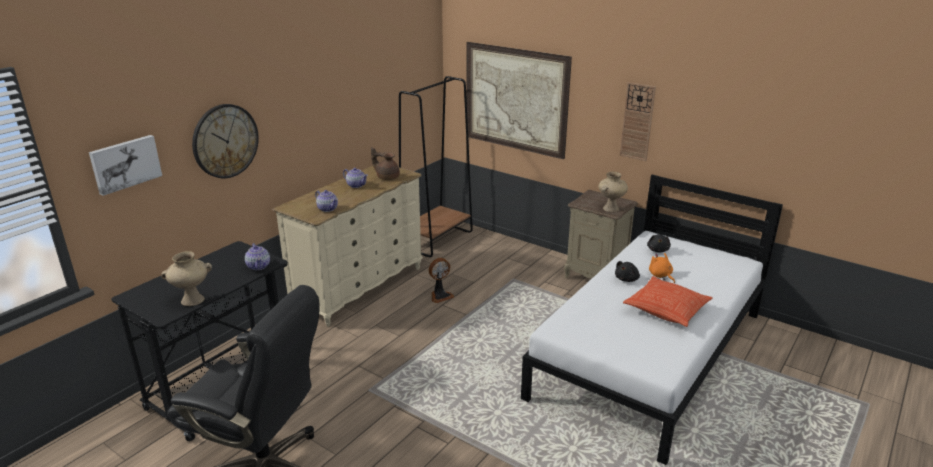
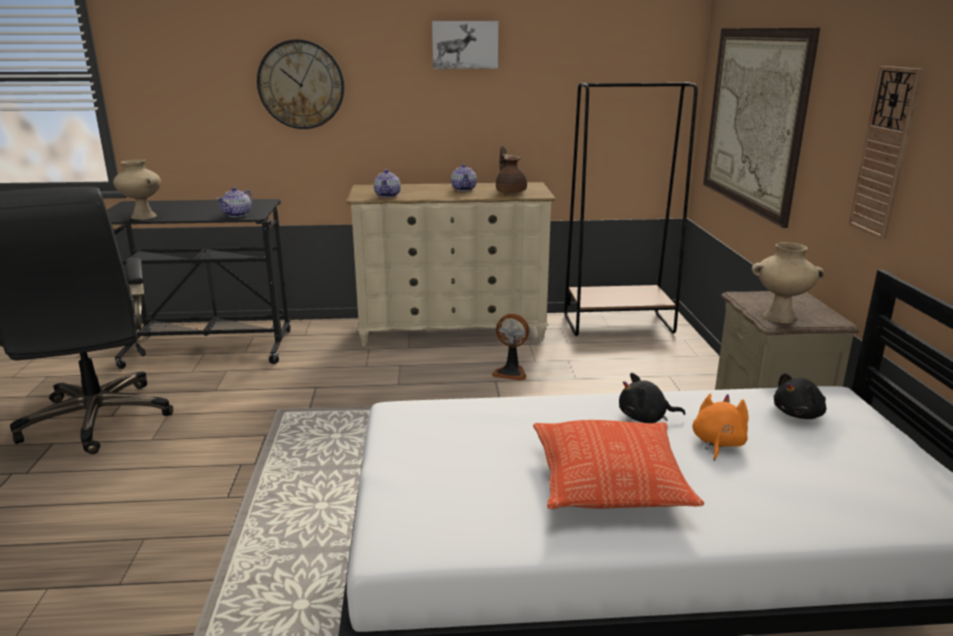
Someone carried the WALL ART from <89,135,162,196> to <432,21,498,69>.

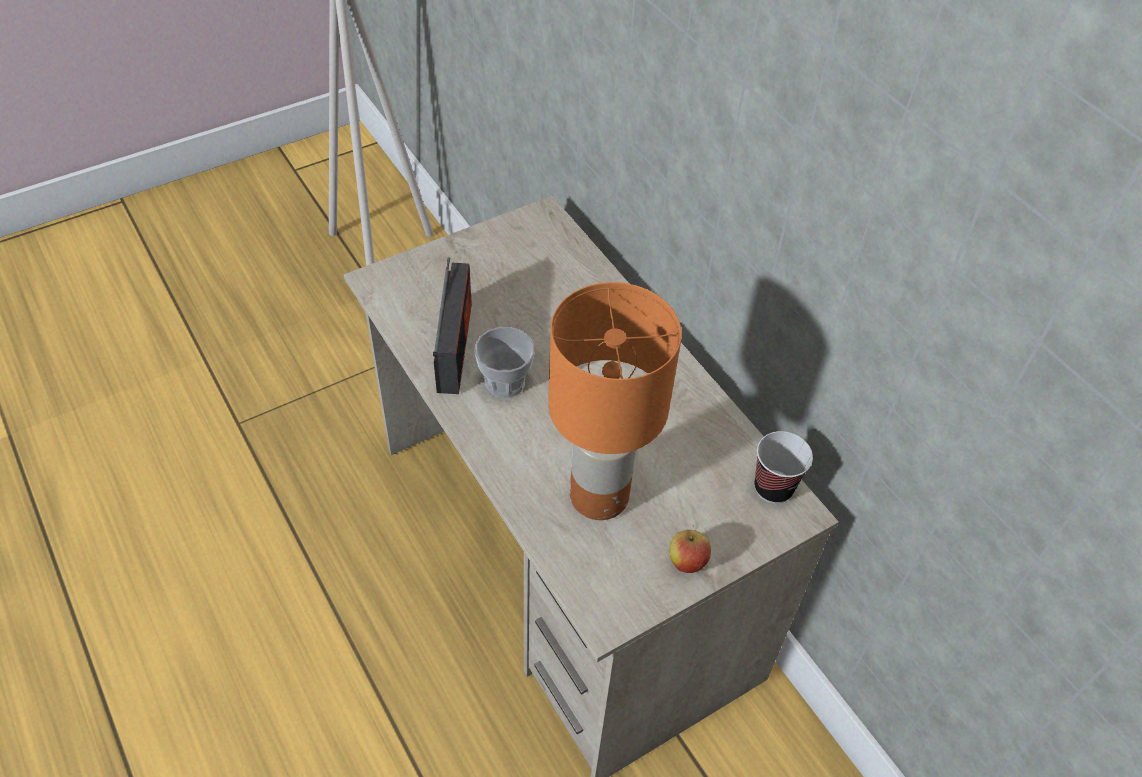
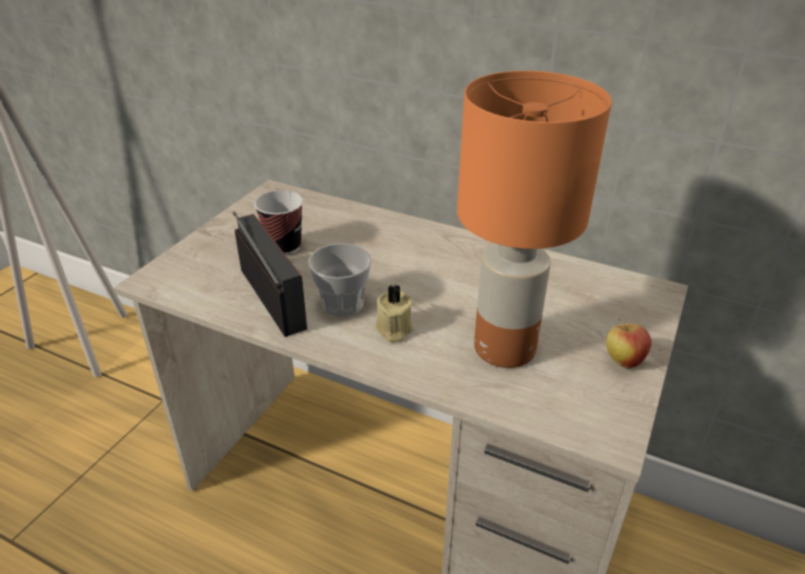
Someone carried the DRINKING CUP from <754,431,813,504> to <254,190,303,255>.
Someone put down the BEIGE-COLOURED CANDLE at <375,285,414,342>.

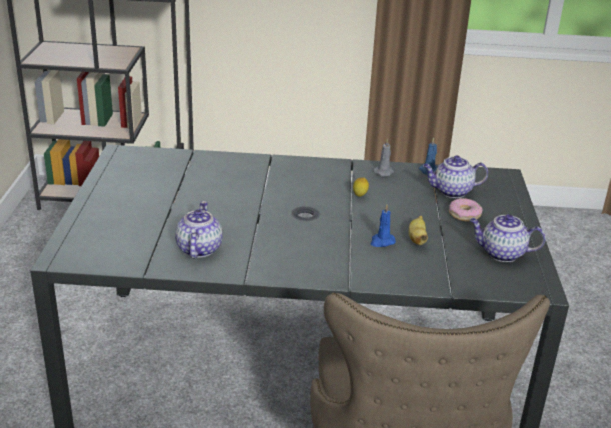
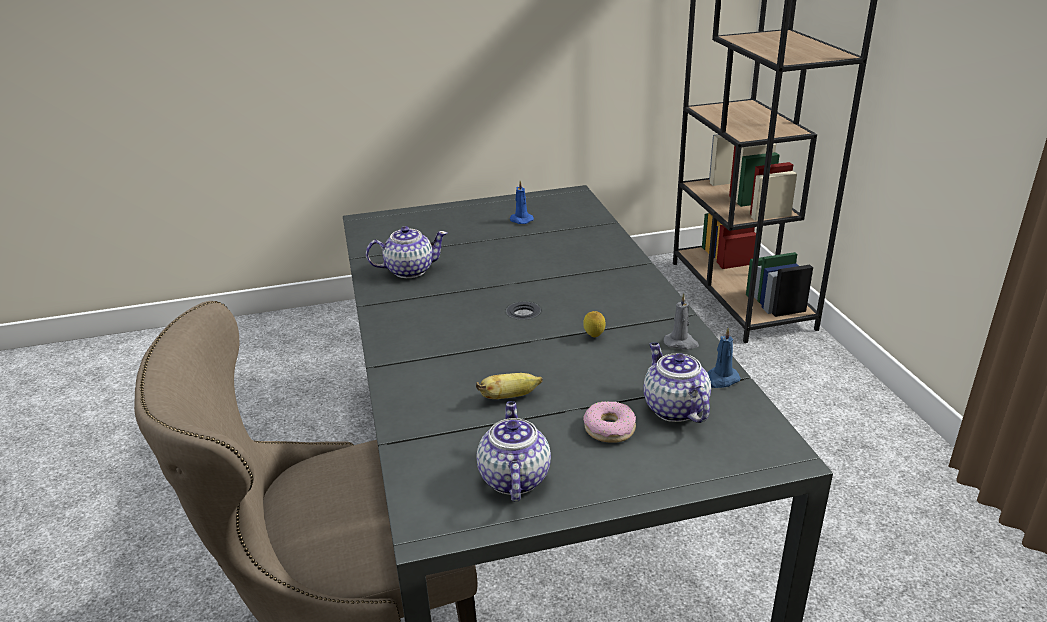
Someone carried the BLUE-COLOURED CANDLE from <371,204,396,247> to <510,180,534,224>.

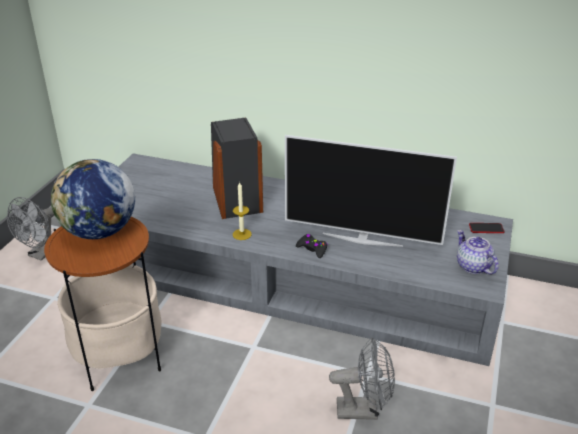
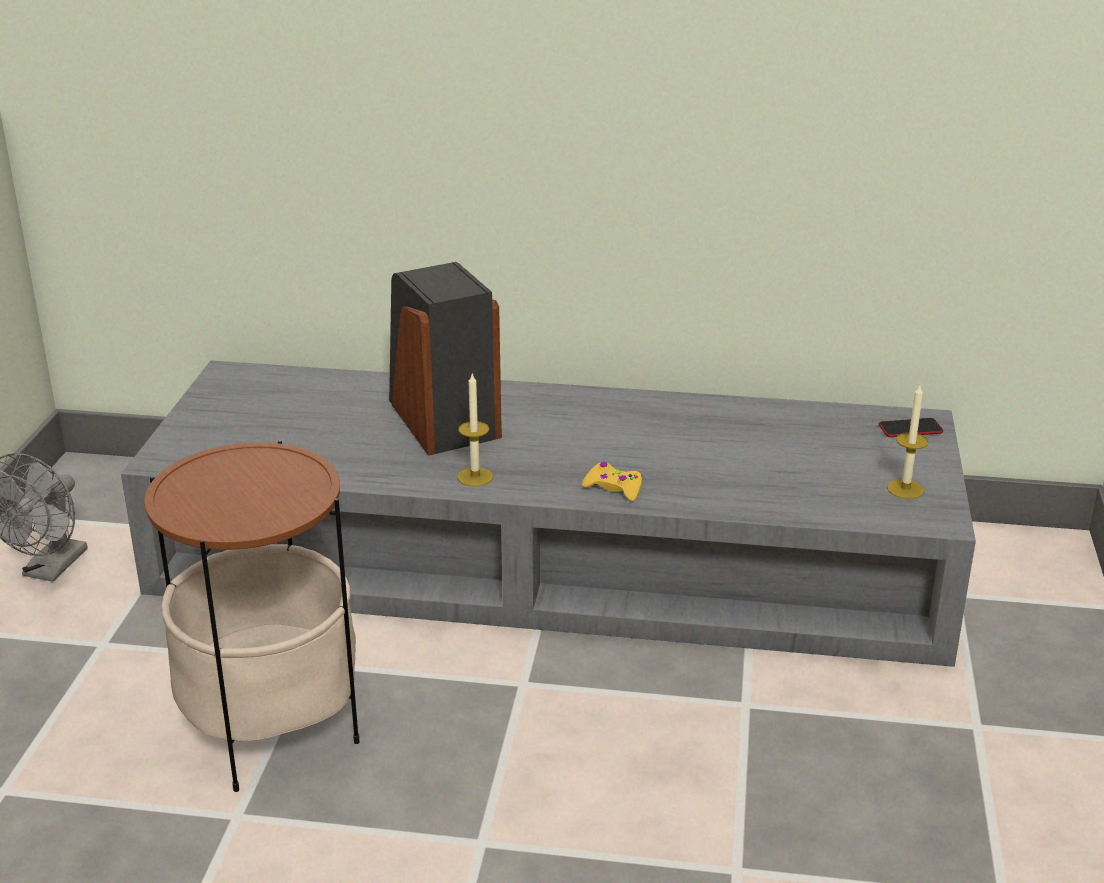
Someone took away the GLOBE at <51,159,135,239>.
Someone took away the TELEVISION at <285,135,457,247>.
Someone repainted the BLACK JOYPAD at <296,234,328,258>, which became the YELLOW JOYPAD at <582,462,643,502>.
Someone took away the GREY ELECTRIC FAN at <329,337,395,420>.
Someone swapped the TEAPOT at <457,230,499,275> for the CANDLE at <887,385,928,499>.

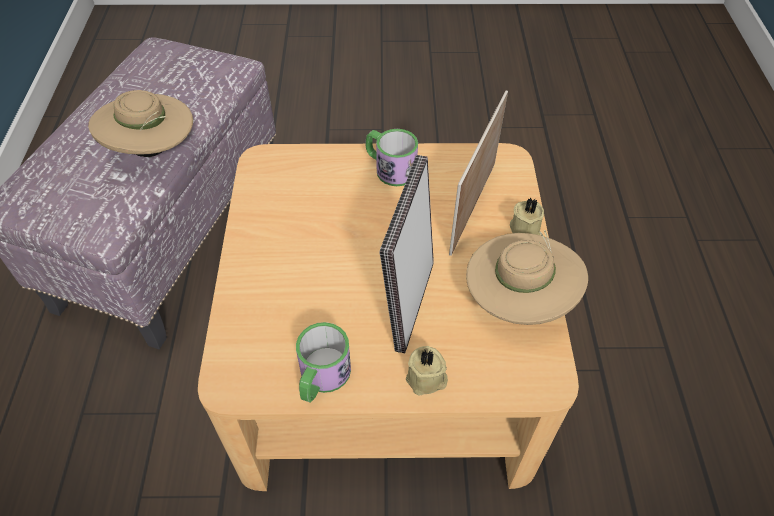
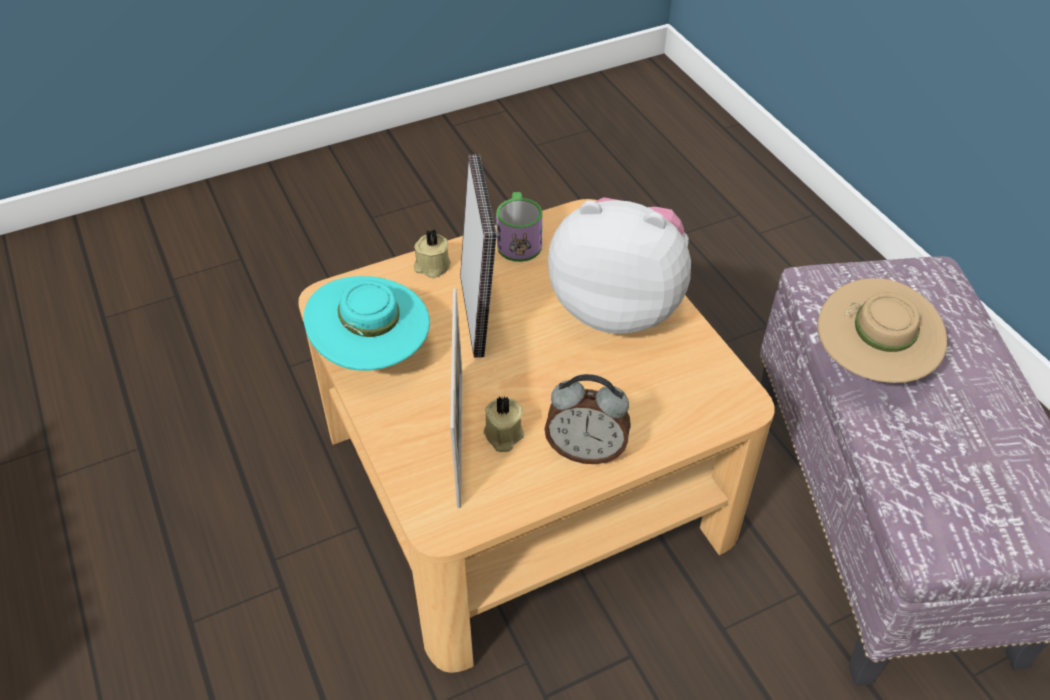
Someone swapped the TEA MUG at <366,129,418,186> for the TABLE CLOCK at <544,374,631,464>.
Someone repainted the BEIGE-COLOURED WEARABLE HAT at <466,230,588,325>, which became the BLUE-GREEN WEARABLE HAT at <304,276,430,371>.
Someone carried the BEIGE-COLOURED CANDLE from <510,197,544,235> to <483,396,524,452>.
Someone put down the PLUSH TOY at <548,197,691,334>.

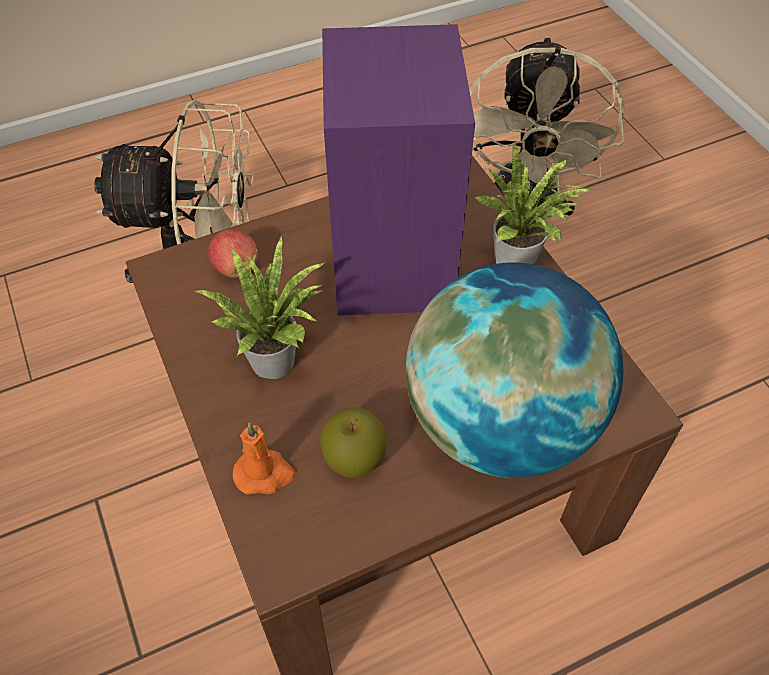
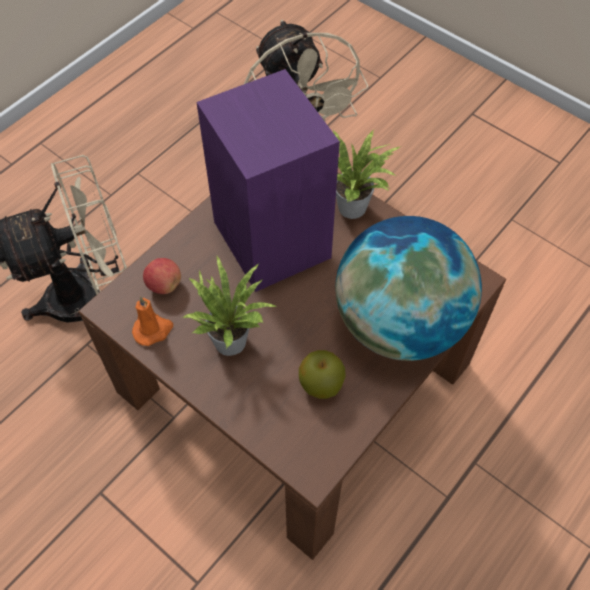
Someone carried the ORANGE CANDLE from <233,423,296,495> to <132,296,173,346>.

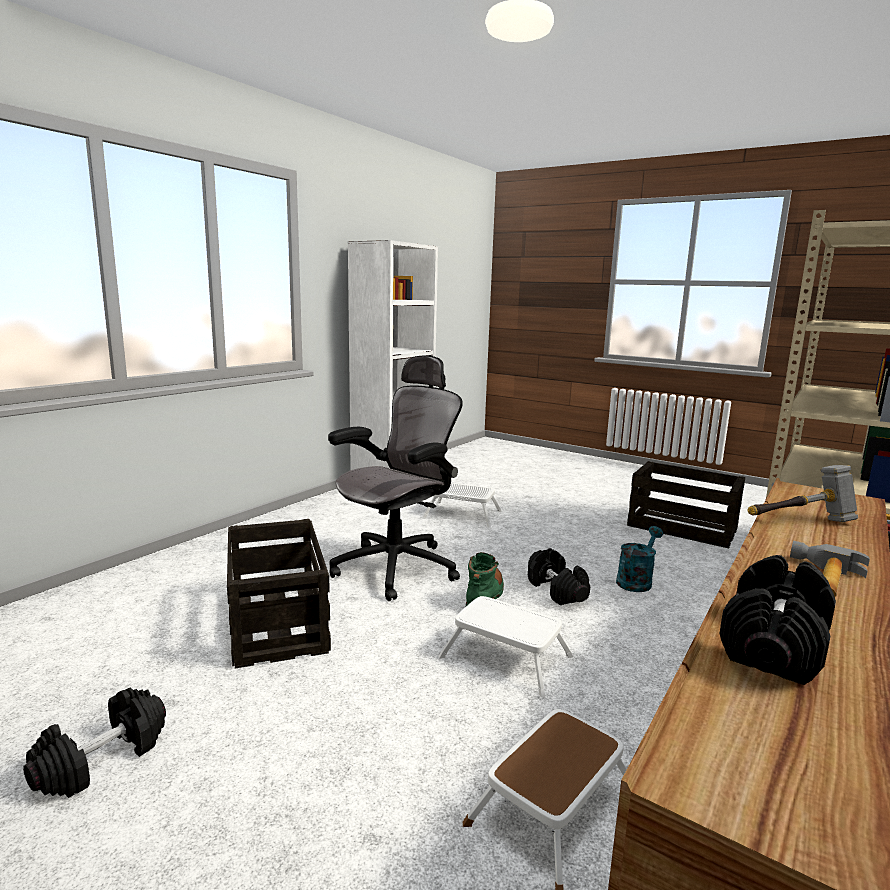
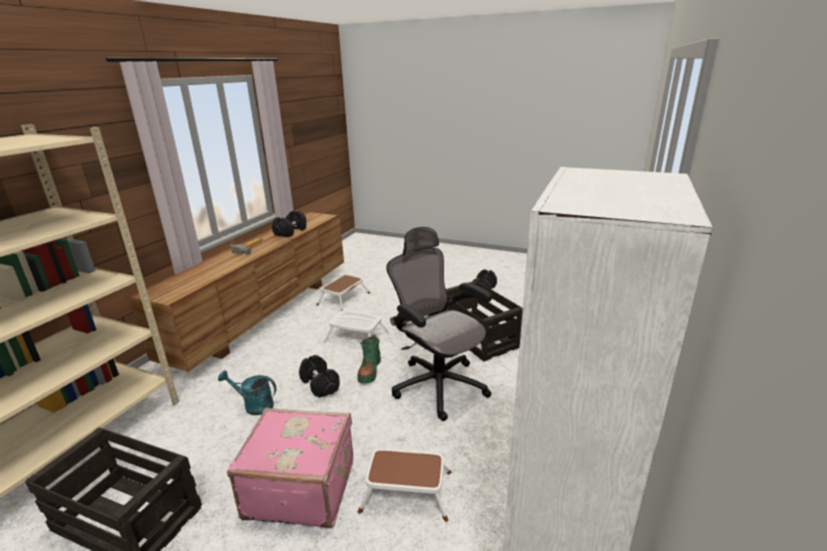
Someone rotated the DESK CHAIR at <328,355,463,601> by 120 degrees clockwise.
Someone repainted the WHITISH STEPLADDER at <422,483,502,527>, which became the BROWNISH STEPLADDER at <358,449,452,522>.
Someone rotated the BLUE-GREEN WATERING CAN at <616,526,663,592> by 75 degrees clockwise.
Someone took away the HAND HAMMER at <748,465,858,522>.
Someone put down the PINK-COLOURED SUITCASE at <227,408,353,528>.

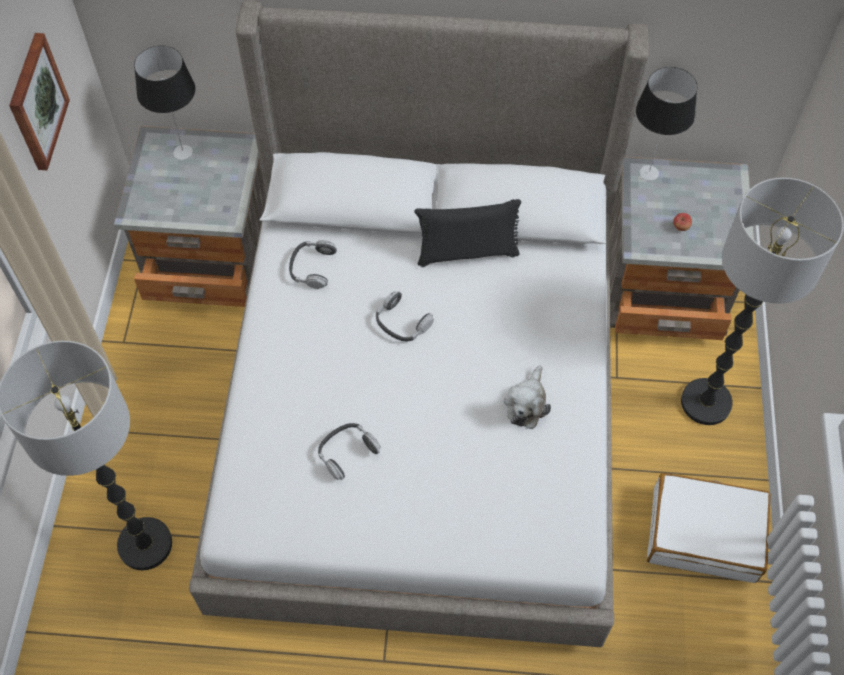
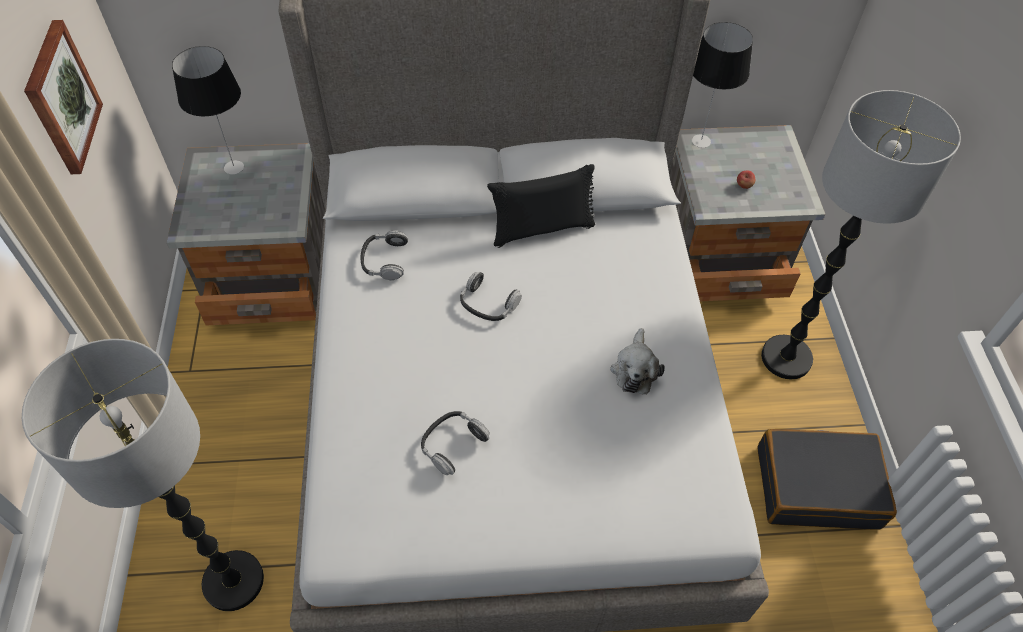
Someone repainted the WHITISH SUITCASE at <647,473,771,583>, which became the BLACK SUITCASE at <757,429,897,530>.

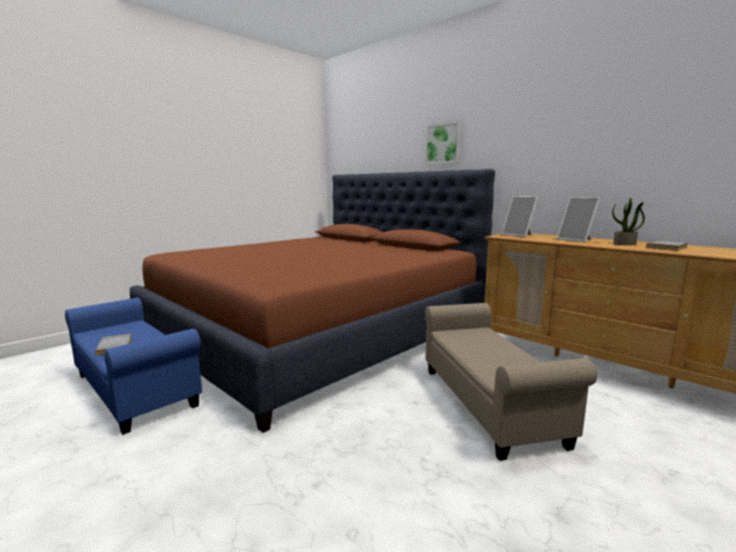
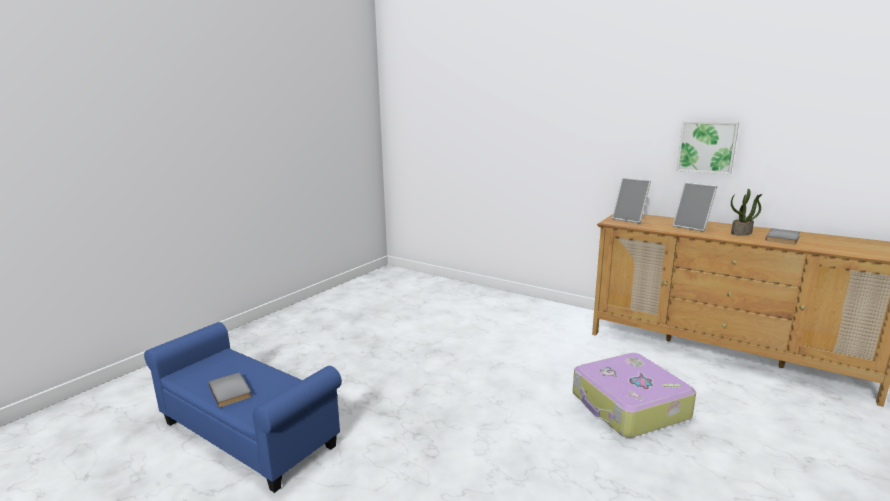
Someone took away the BROWNISH SLEEPING BED at <130,169,495,433>.
Someone swapped the BEIGE-COLOURED FOOTREST at <425,303,597,461> for the SUITCASE at <573,353,696,438>.
Someone carried the WALL ART from <426,122,461,164> to <676,121,739,174>.

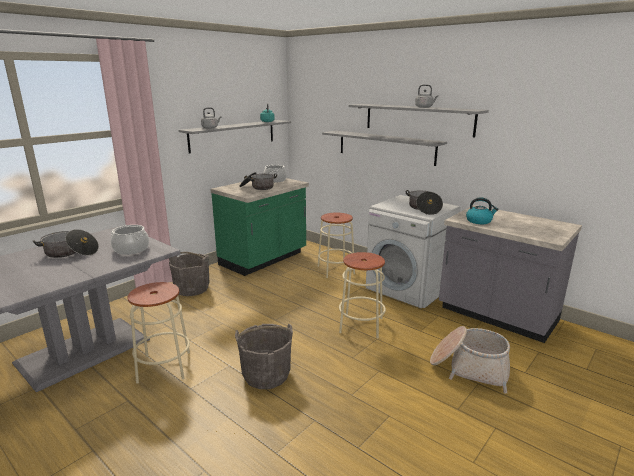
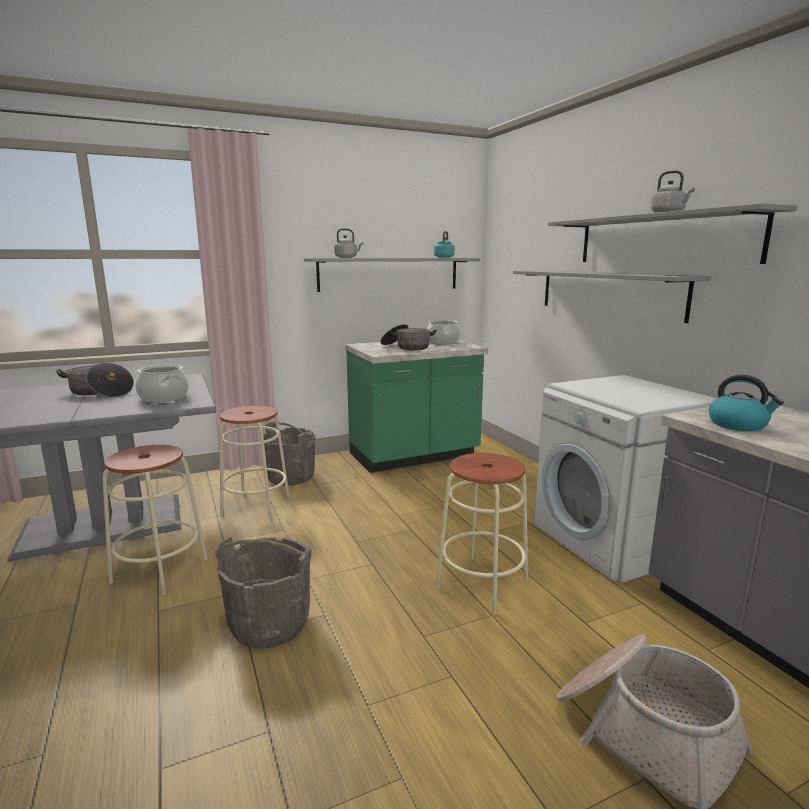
Someone carried the BEIGE-COLOURED STOOL from <318,213,355,278> to <220,406,289,519>.
Someone took away the COOKING POT at <406,190,443,215>.

